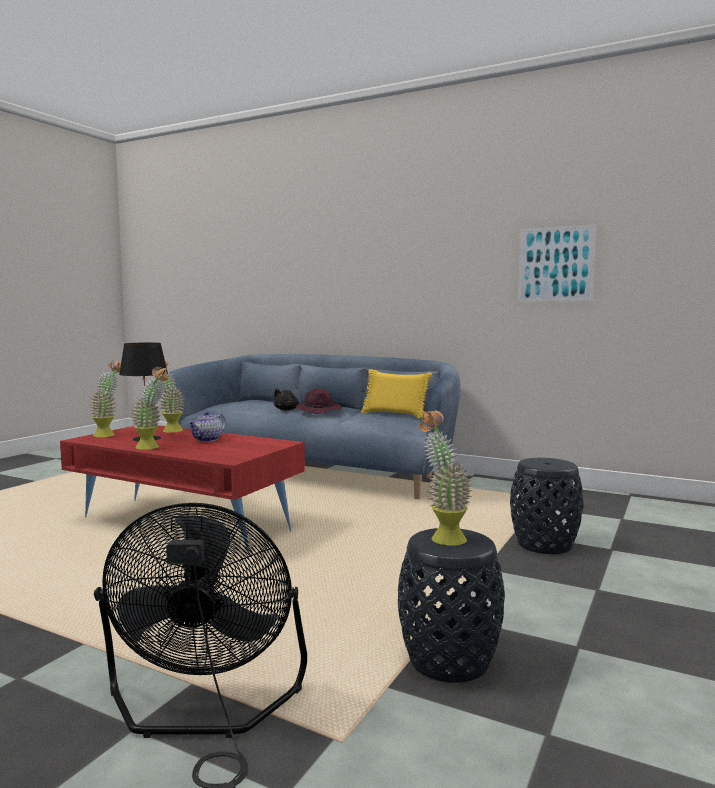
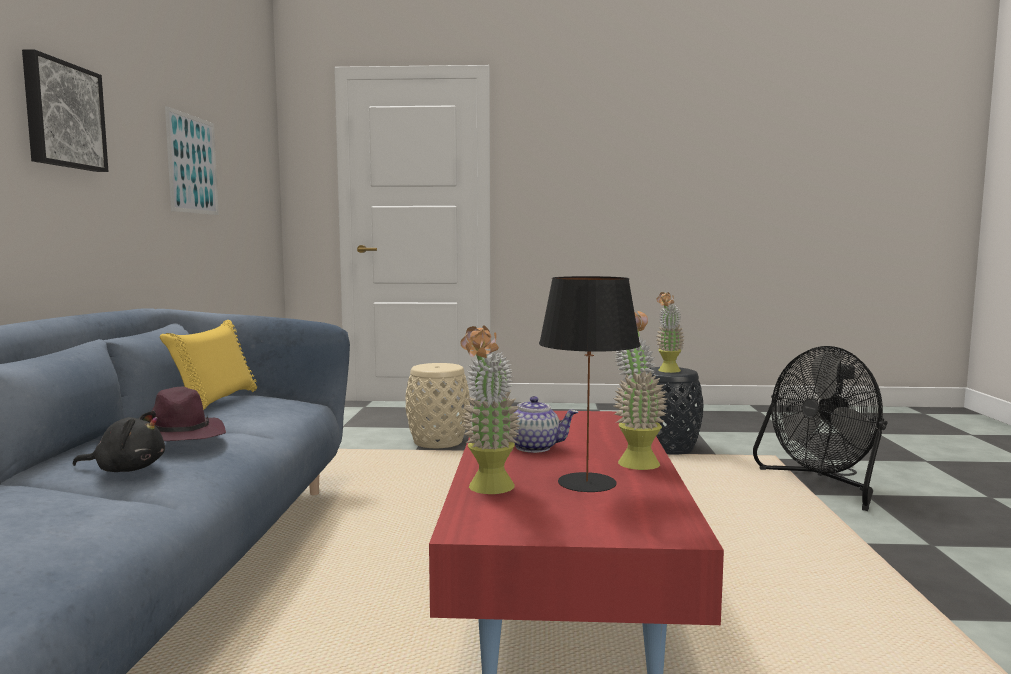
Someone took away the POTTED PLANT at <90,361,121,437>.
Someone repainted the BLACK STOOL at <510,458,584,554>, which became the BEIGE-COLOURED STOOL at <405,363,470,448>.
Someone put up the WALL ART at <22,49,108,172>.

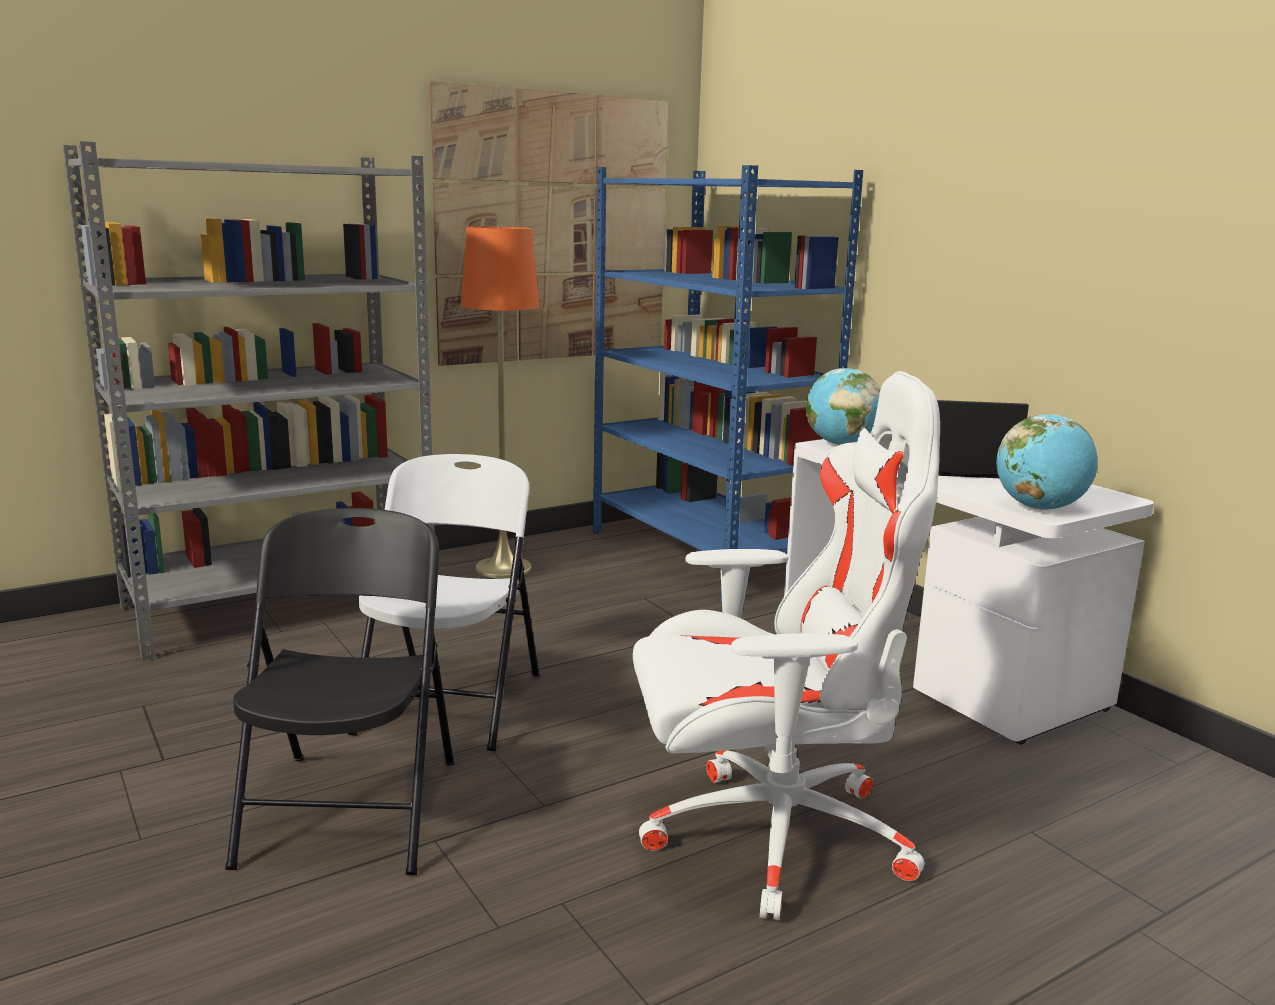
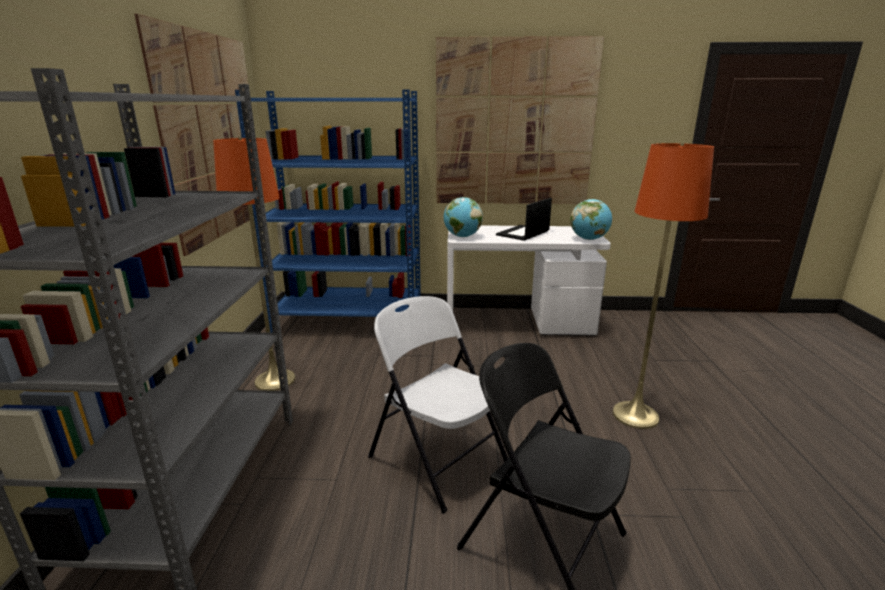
Someone swapped the WHITISH DESK CHAIR at <633,371,940,920> for the ORANGE FLOOR LAMP at <612,143,714,429>.
Someone put up the WALL ART at <436,36,604,204>.

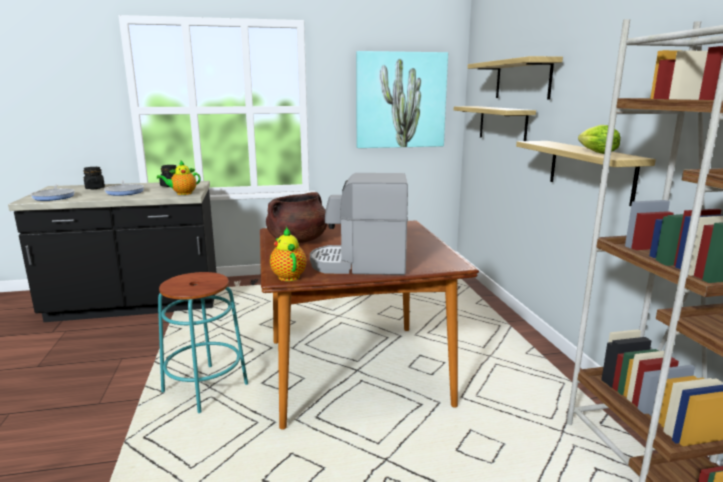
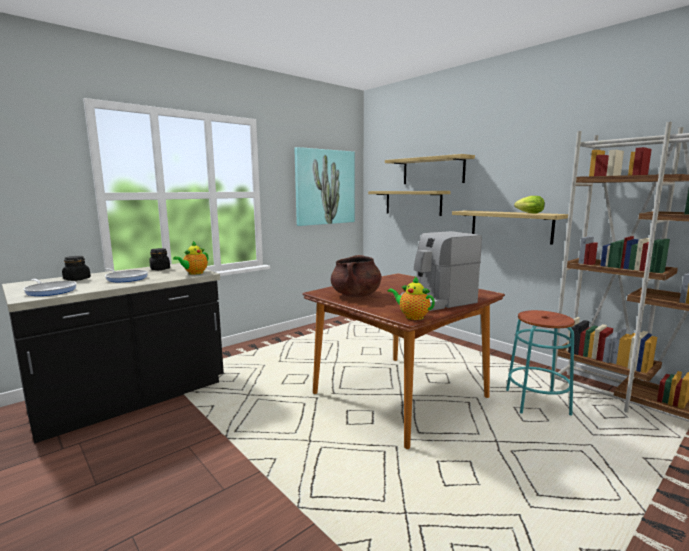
Someone carried the BLUE-GREEN STOOL from <158,272,248,413> to <506,310,575,416>.

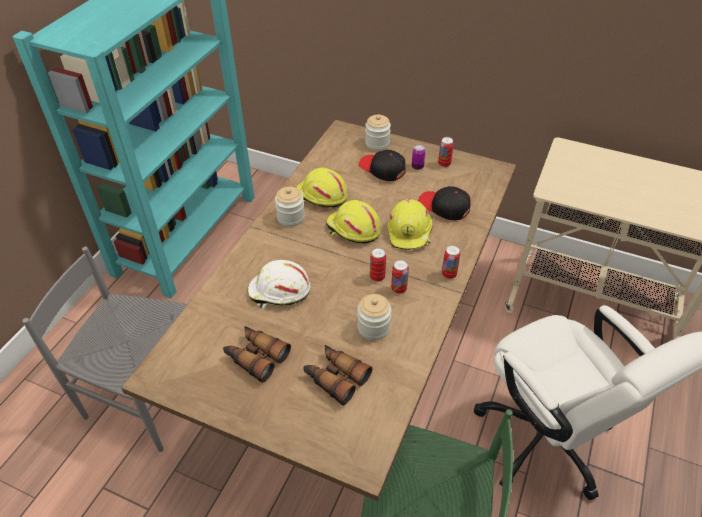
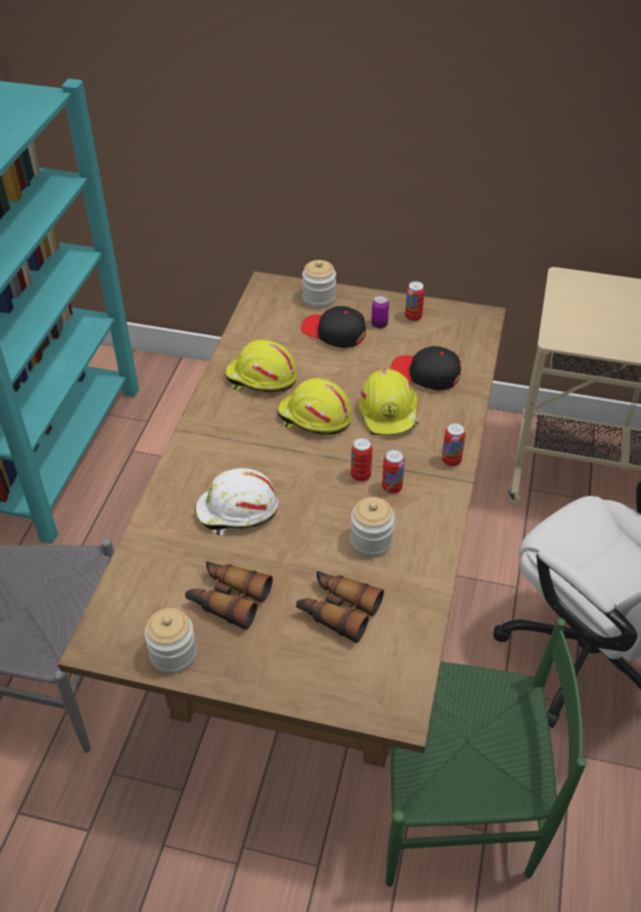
Someone carried the STORAGE JAR from <275,187,305,227> to <144,608,197,674>.

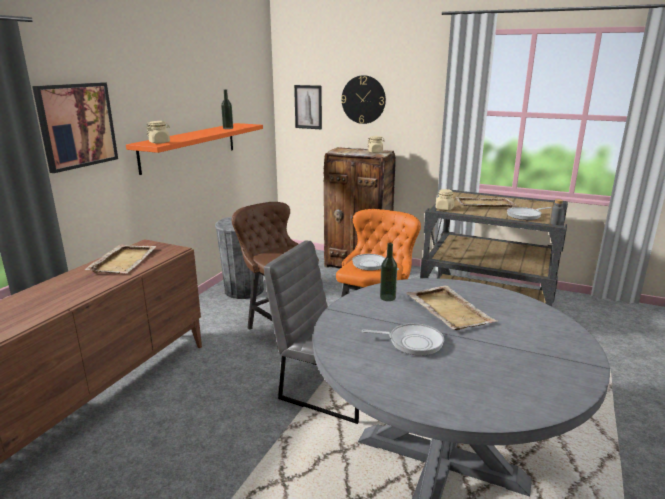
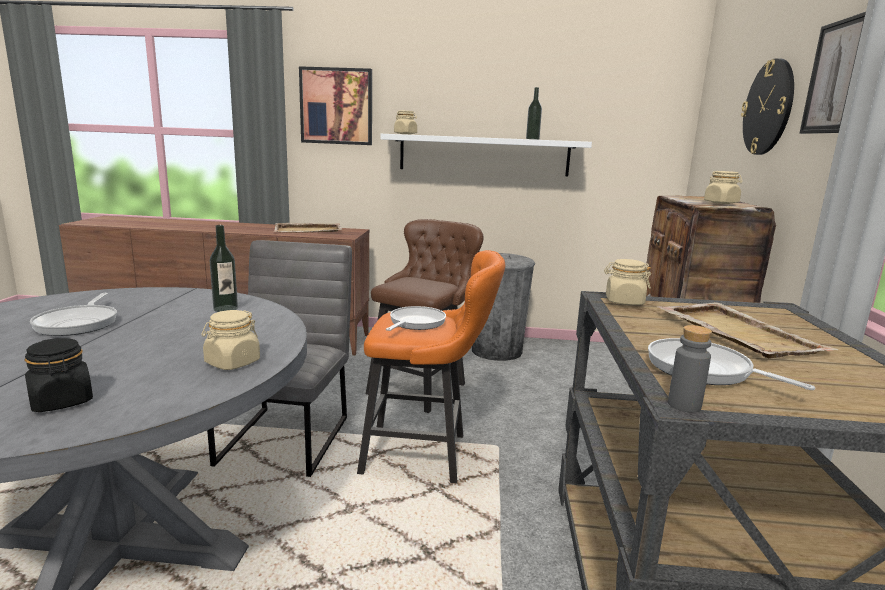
Someone repainted the ORANGE BRACKET SHELF at <126,123,263,175>, which became the WHITISH BRACKET SHELF at <380,134,592,176>.
Someone carried the WALL ART from <294,85,322,129> to <799,12,866,134>.
Someone took away the BEIGE-COLOURED CARRYING TRAY at <406,285,497,330>.
Someone put down the BLACK STORAGE JAR at <25,338,93,412>.
Someone put down the BEIGE-COLOURED STORAGE JAR at <201,310,260,370>.

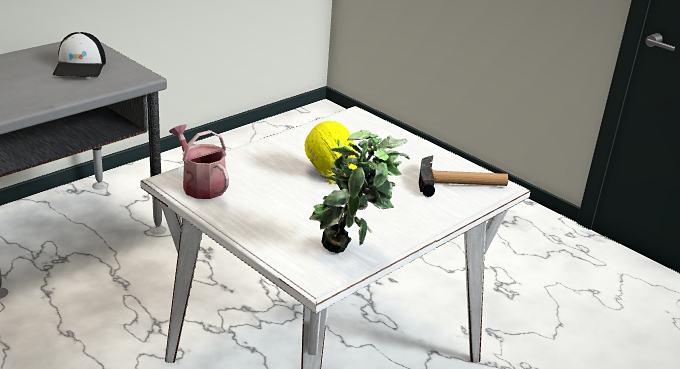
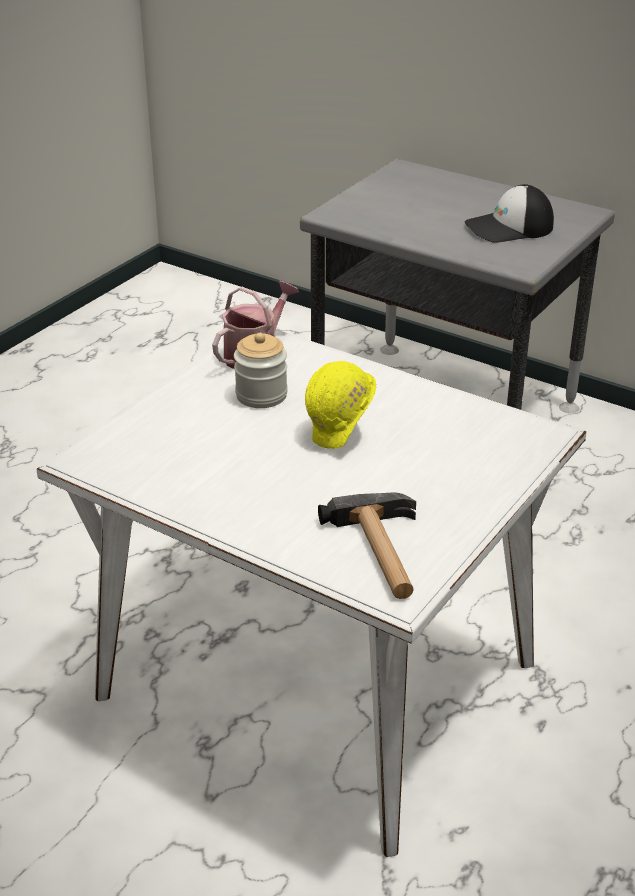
Someone took away the POTTED PLANT at <309,130,410,253>.
Someone put down the STORAGE JAR at <234,333,288,408>.

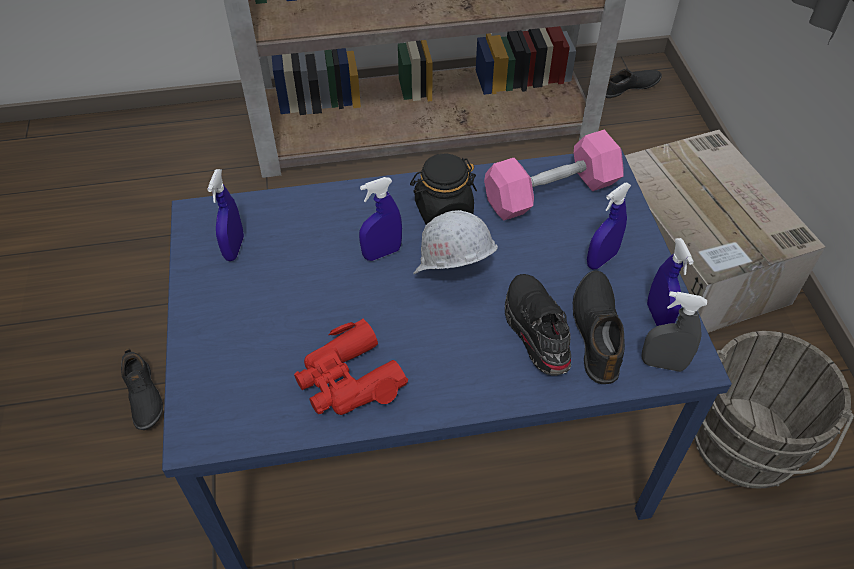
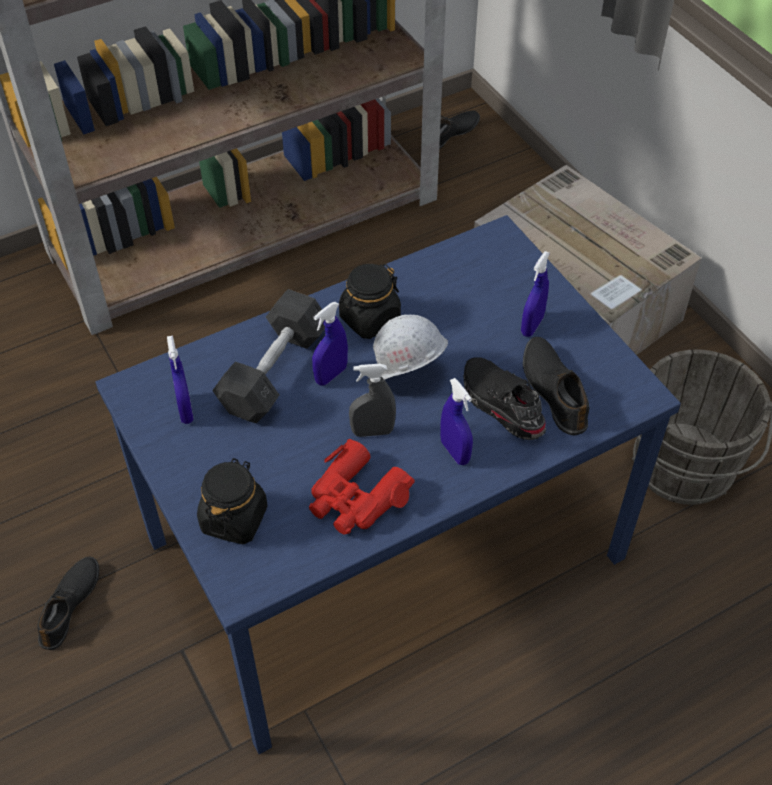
Someone rotated the BLACK ITEM OF FOOTWEAR at <121,348,163,430> by 120 degrees counterclockwise.
Someone took away the PINK-COLOURED HAND WEIGHT at <484,130,624,220>.
Someone carried the GREY SPRAY BOTTLE from <641,291,707,372> to <349,364,396,437>.
Someone carried the BLUE-COLOURED SPRAY BOTTLE from <647,238,694,326> to <440,378,473,465>.
Someone put down the BLACK STORAGE JAR at <197,458,268,544>.
Someone put down the GREY HAND WEIGHT at <212,289,325,423>.

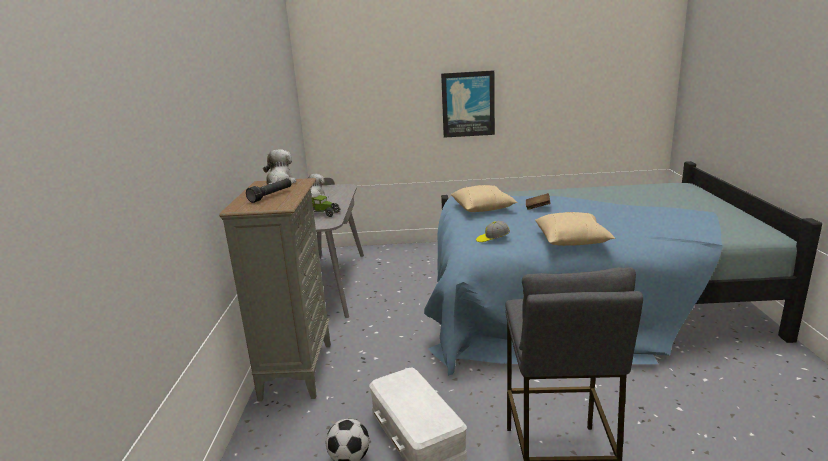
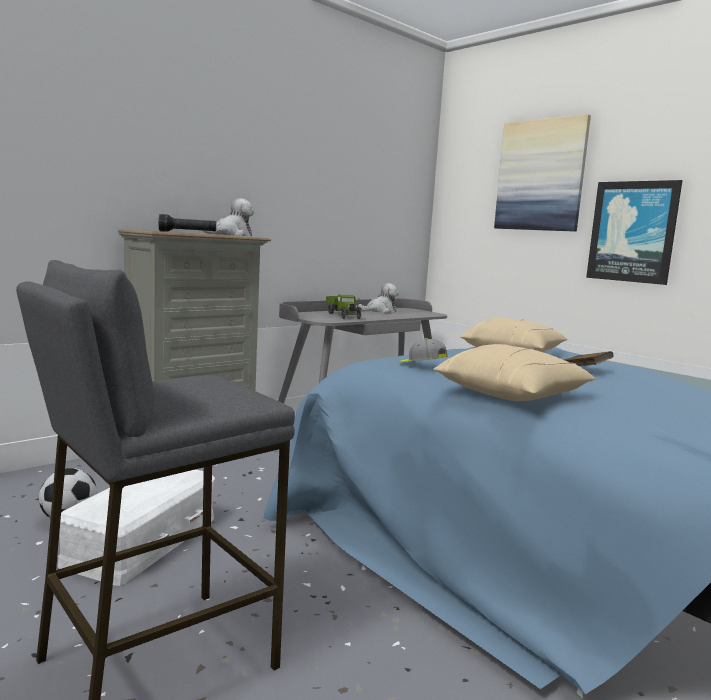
Someone put up the WALL ART at <494,114,591,232>.

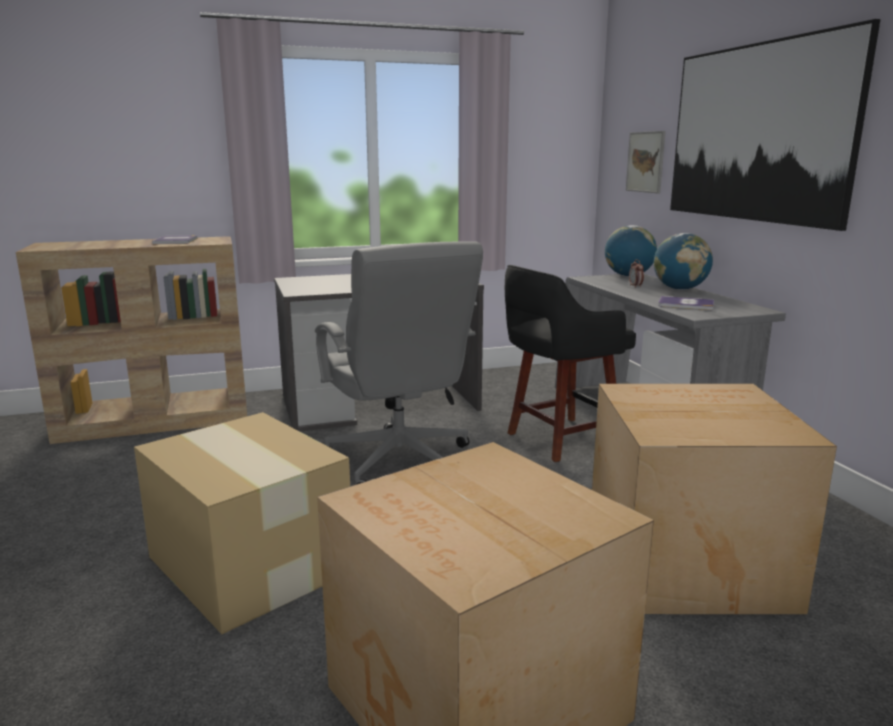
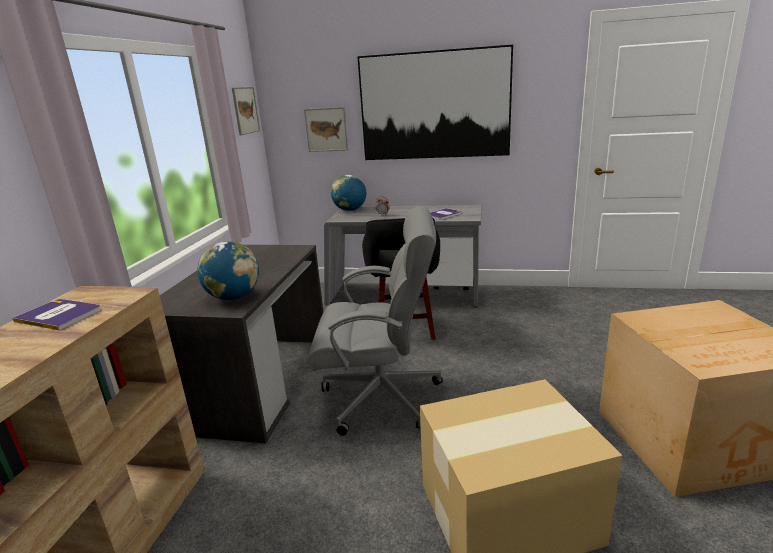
Someone took away the CARTON at <592,384,837,614>.
Someone carried the GLOBE from <654,233,713,290> to <197,241,259,300>.
Someone put up the WALL ART at <232,87,260,136>.

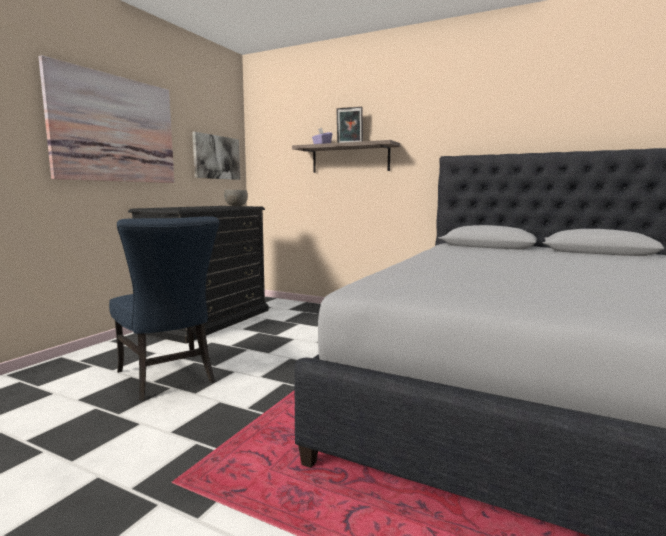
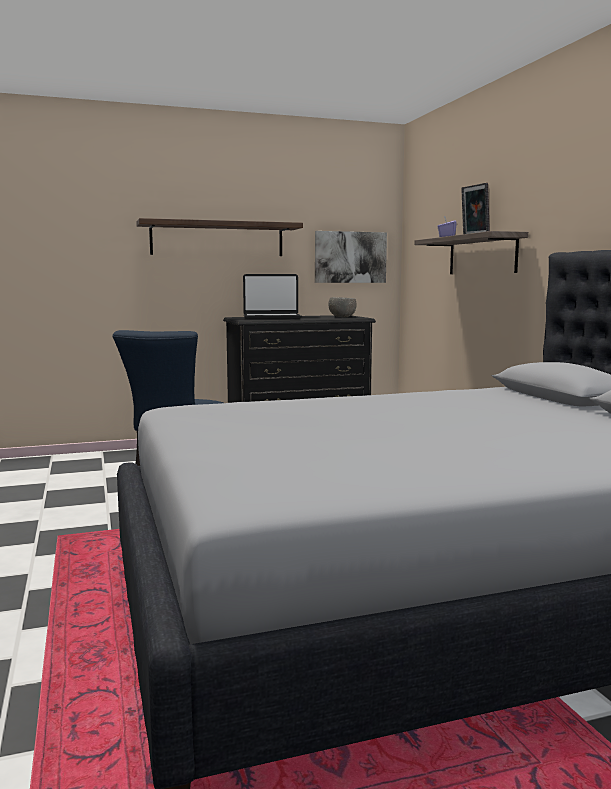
Someone swapped the WALL ART at <38,55,174,183> for the BRACKET SHELF at <136,218,303,256>.
Someone put down the LAPTOP at <243,274,302,319>.

